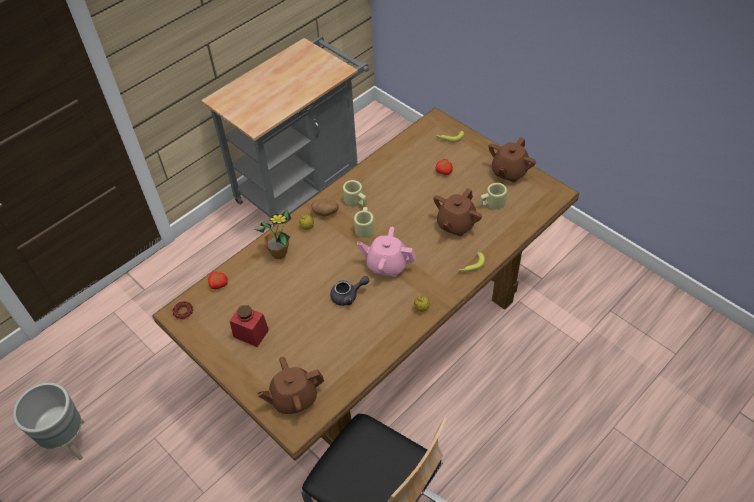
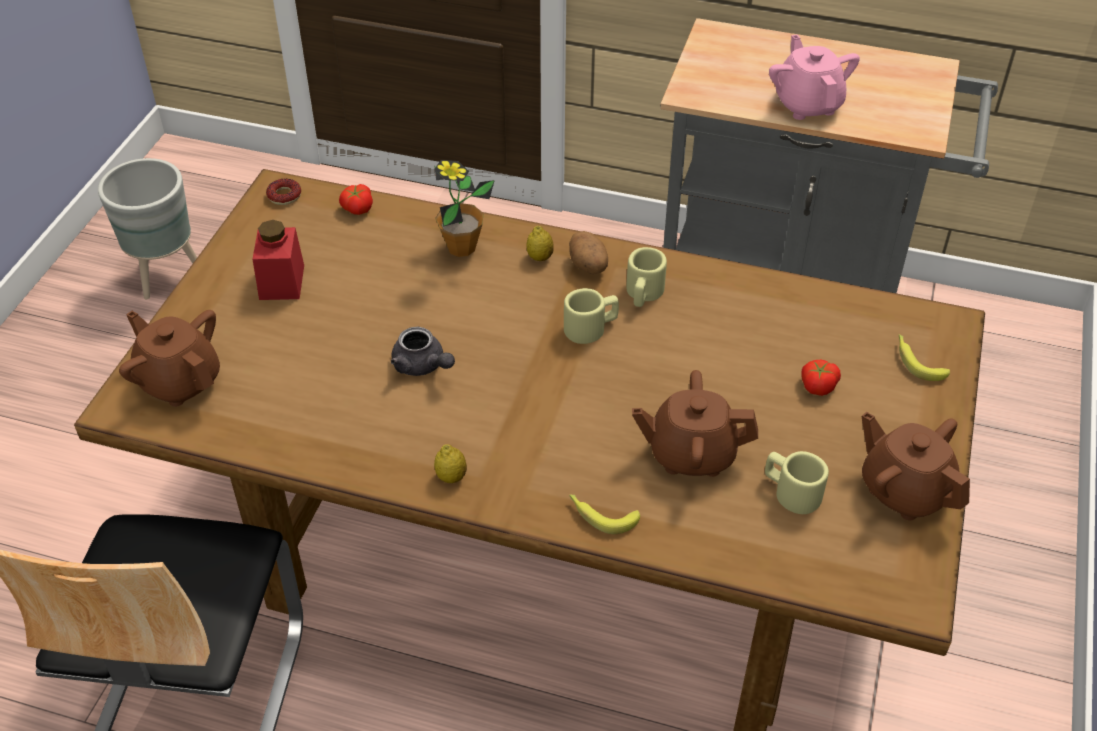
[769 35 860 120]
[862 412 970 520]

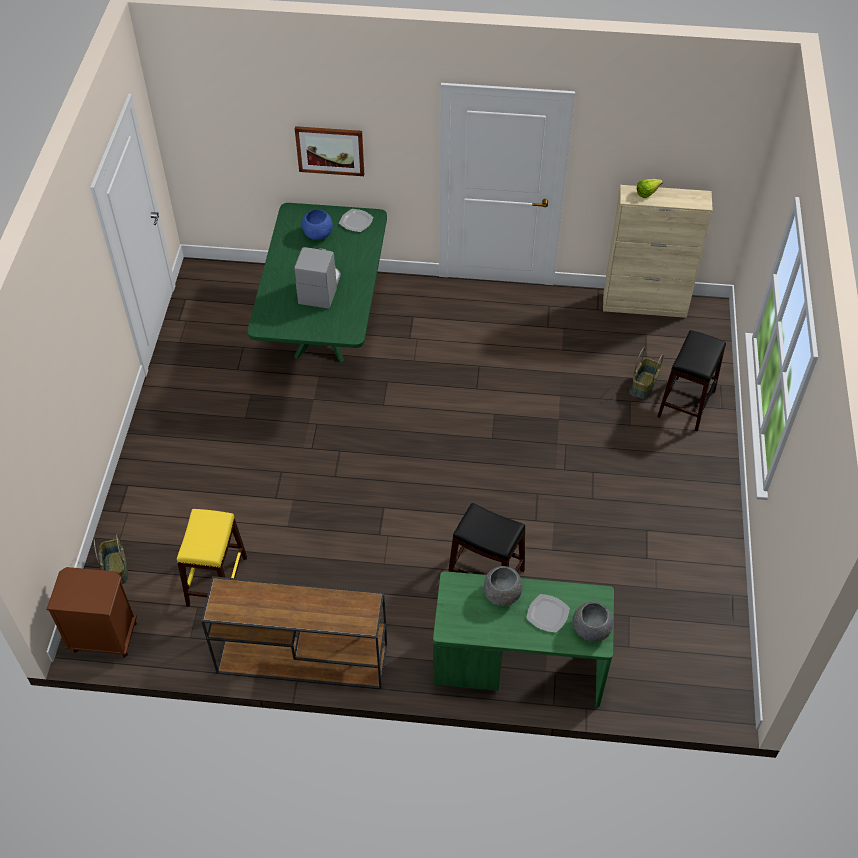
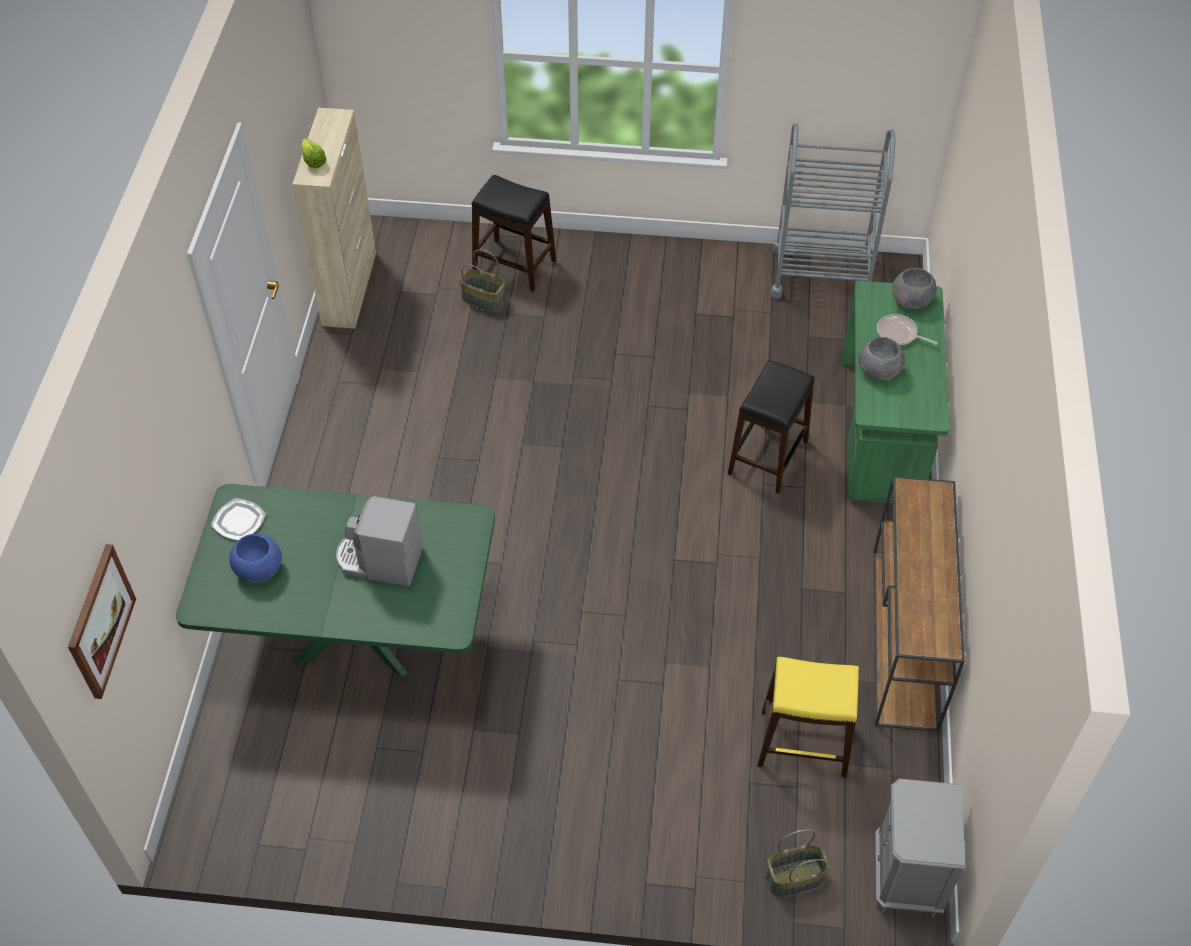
[68 544 136 699]
[770 123 895 299]
[875 779 965 918]
[877 314 938 345]

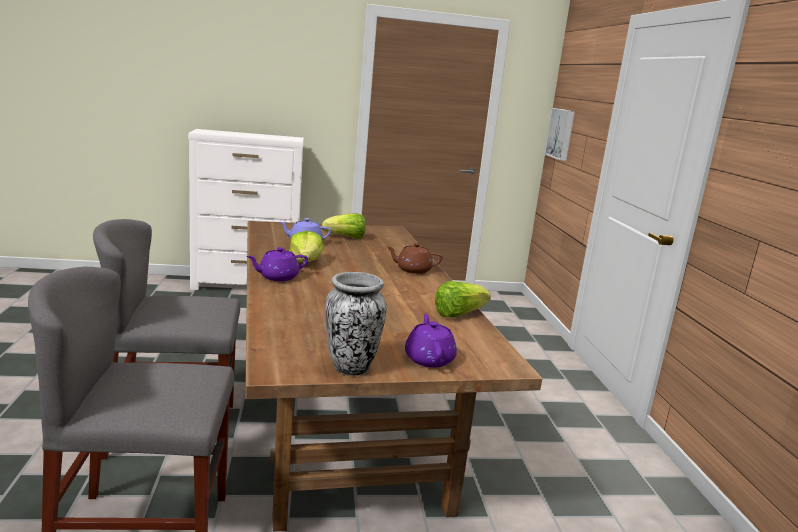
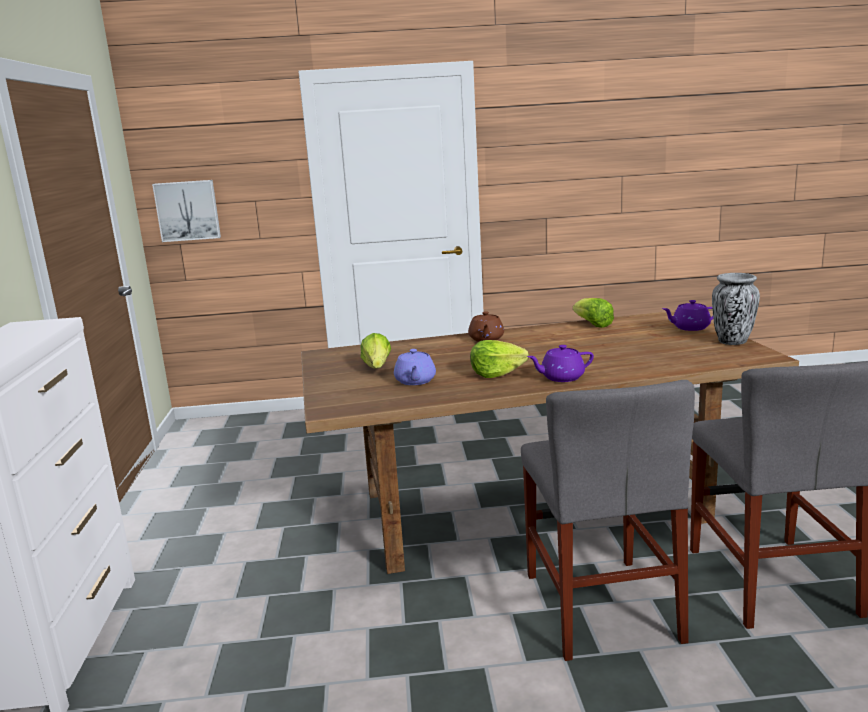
[527 345 594 382]

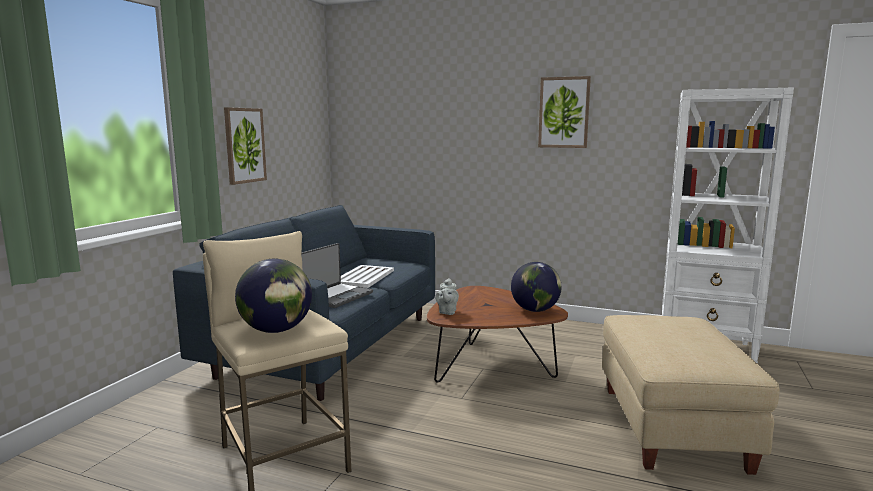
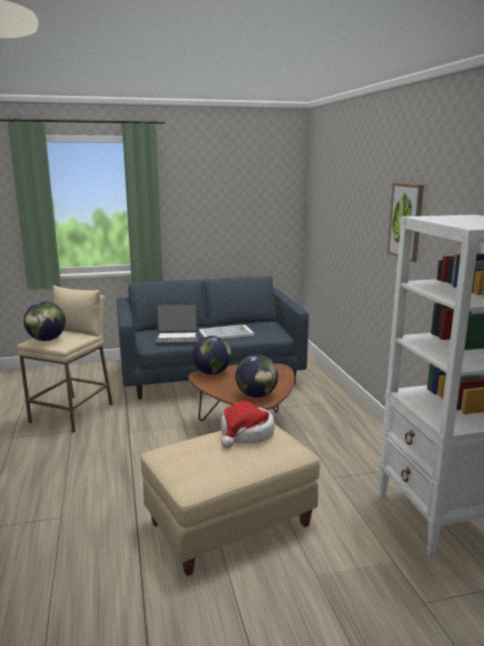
[193 336 231 375]
[221 401 275 449]
[224 107 267 185] (first image)

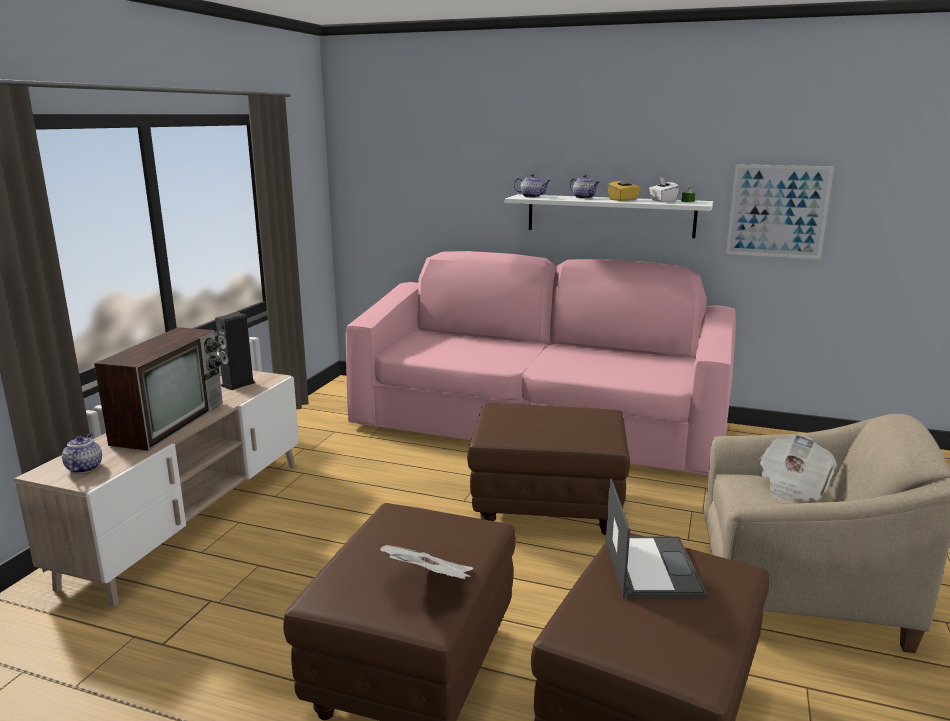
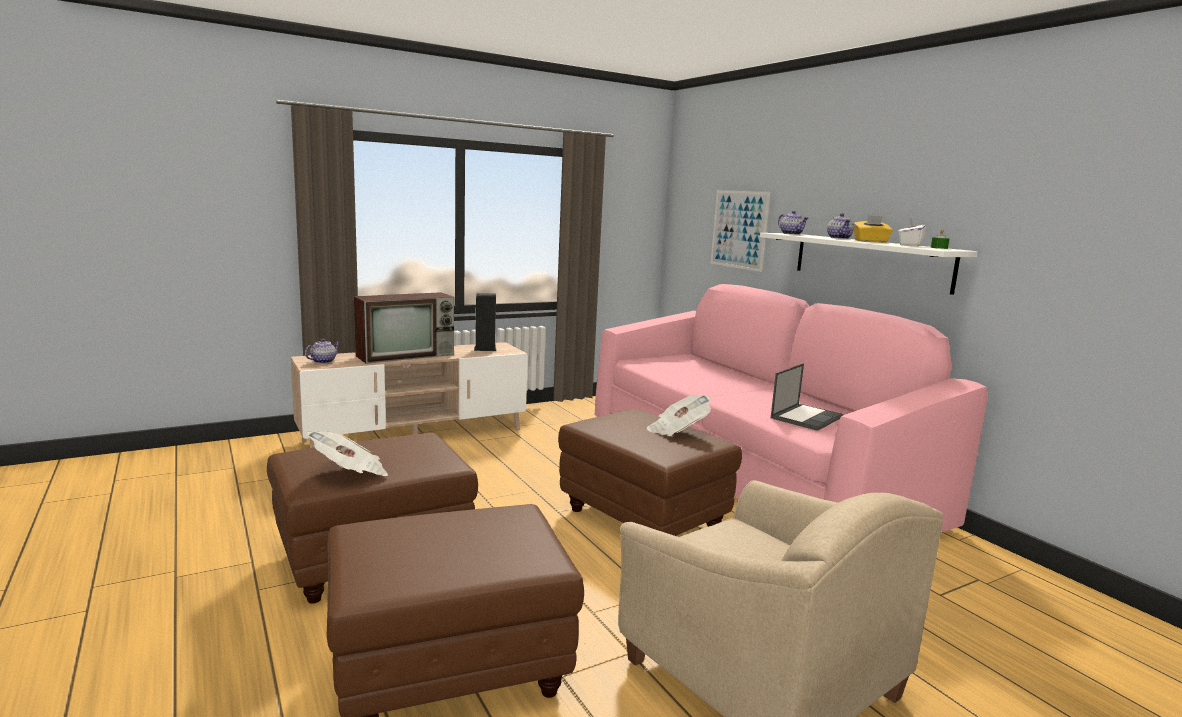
[647 395 711 436]
[711 190 770 272]
[771 364 844 431]

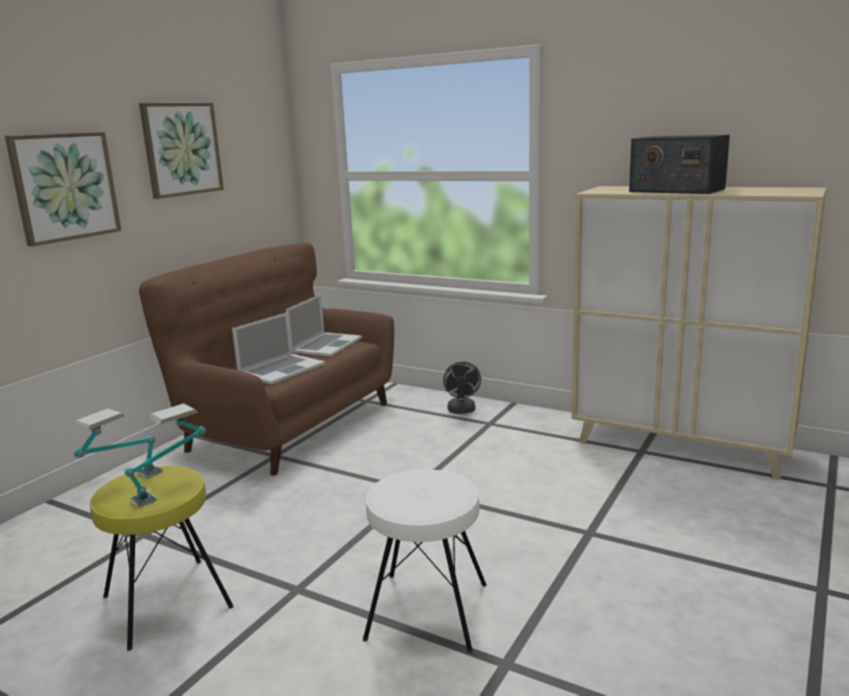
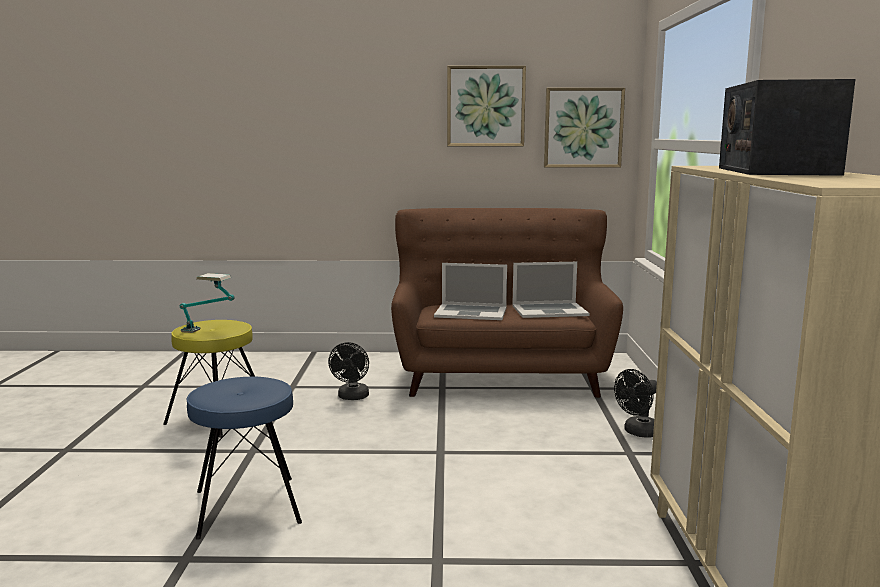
[186 377 302 540]
[328 342 369 400]
[544 88 625 168]
[74 408 163 479] (first image)

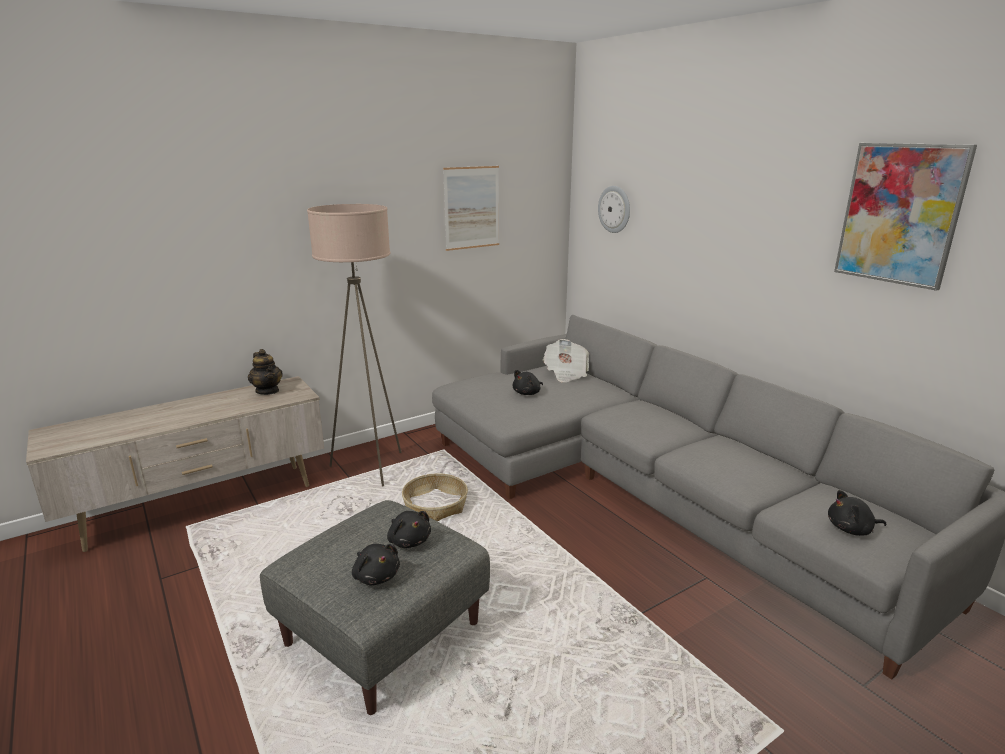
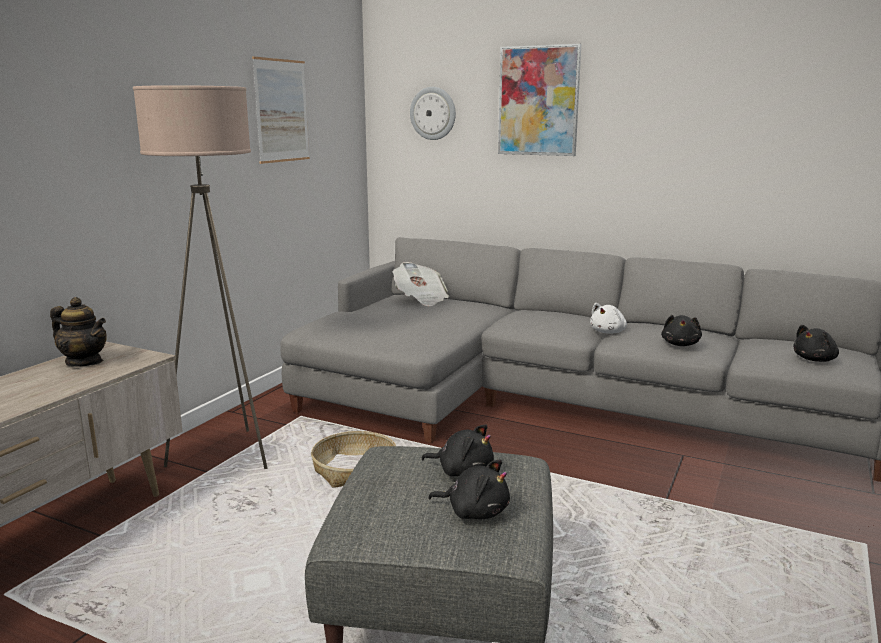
[498 44 581 156]
[590 303 627 334]
[661 315 702 346]

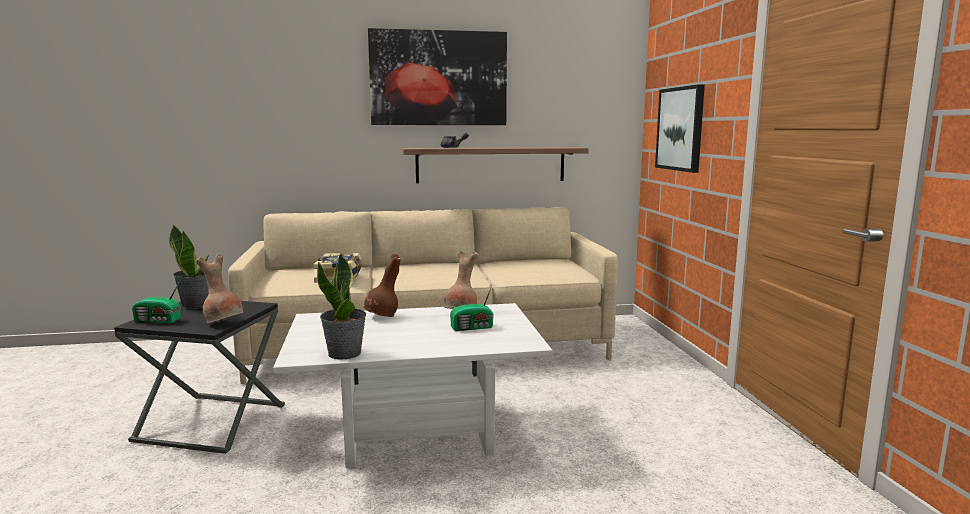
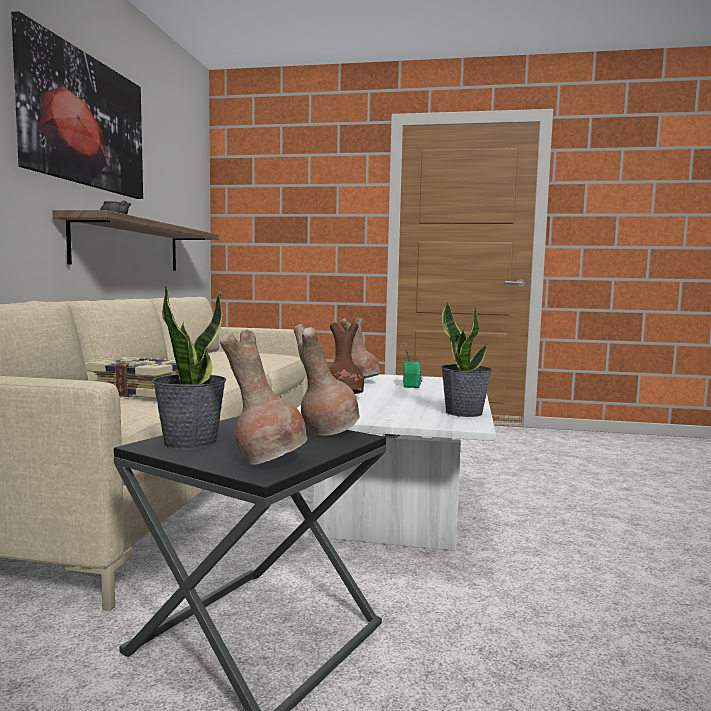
[220 329 308 465]
[655 84 705 173] (first image)

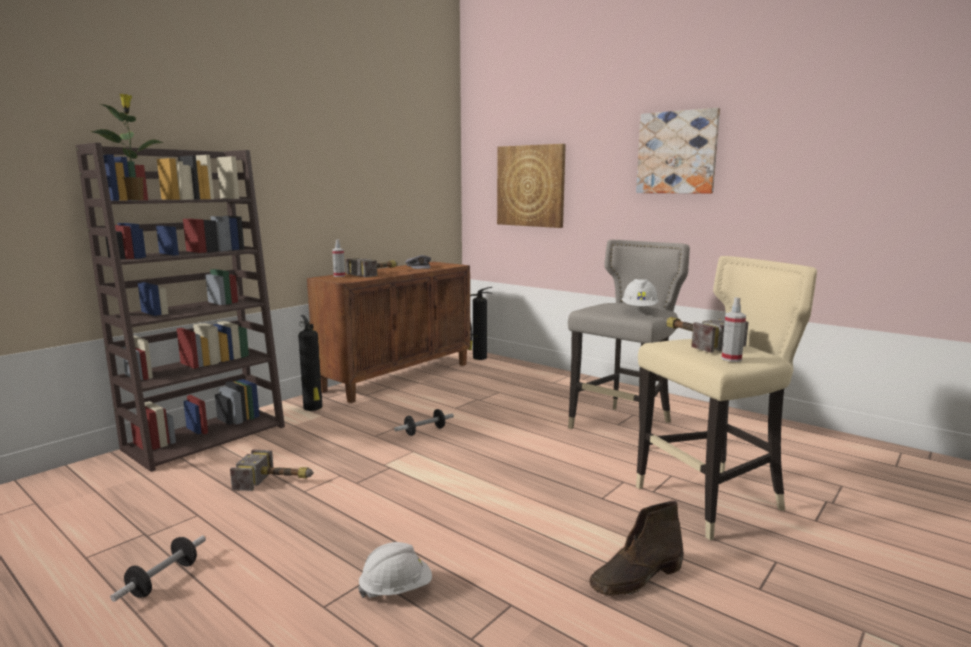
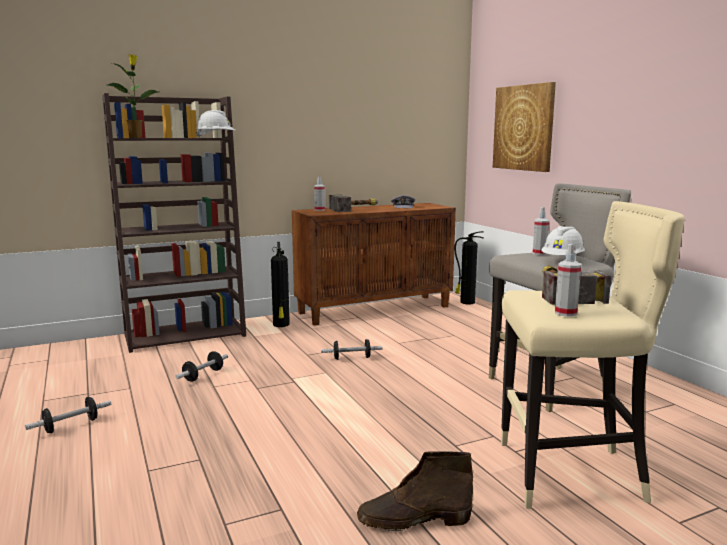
[175 351 228 382]
[196 110 235 138]
[532 207 549 255]
[636 108 720 194] (first image)

